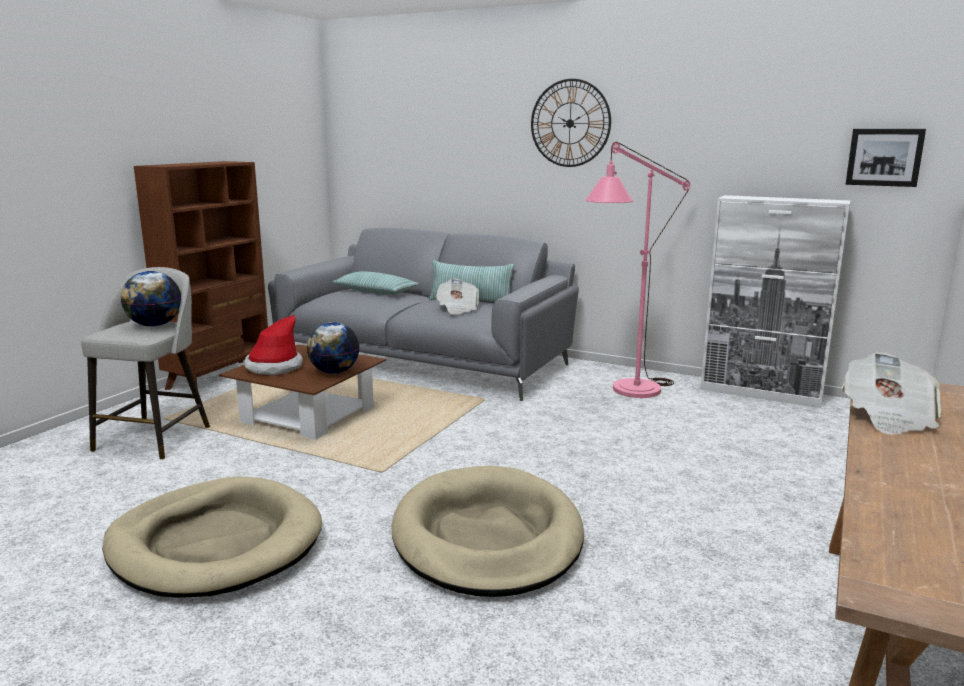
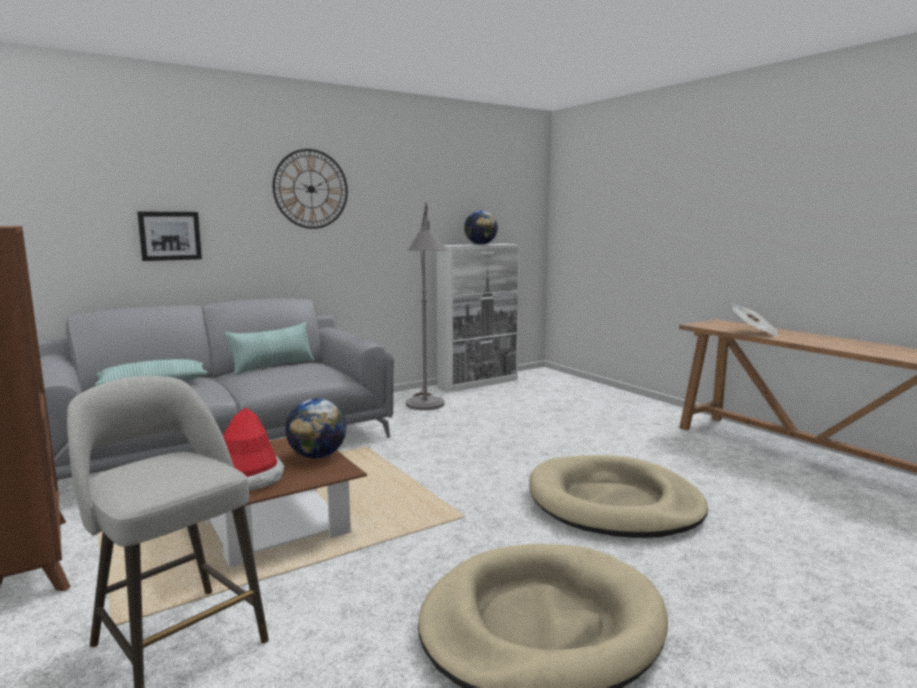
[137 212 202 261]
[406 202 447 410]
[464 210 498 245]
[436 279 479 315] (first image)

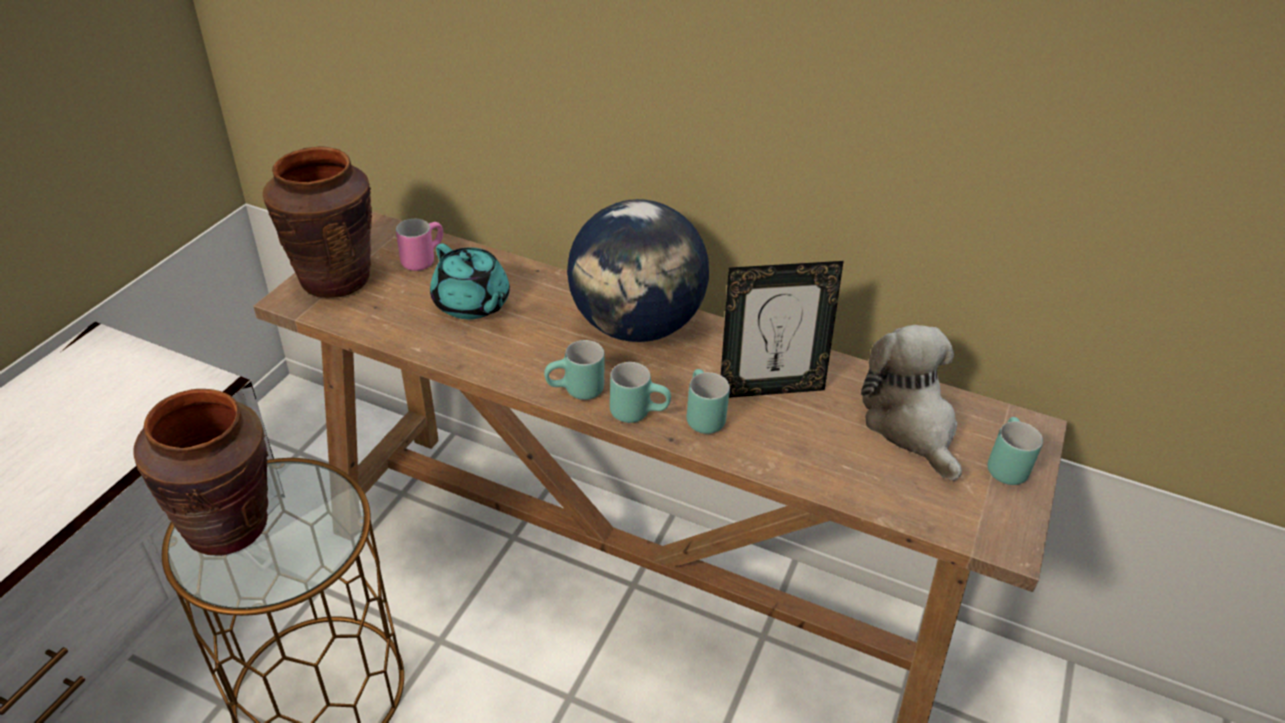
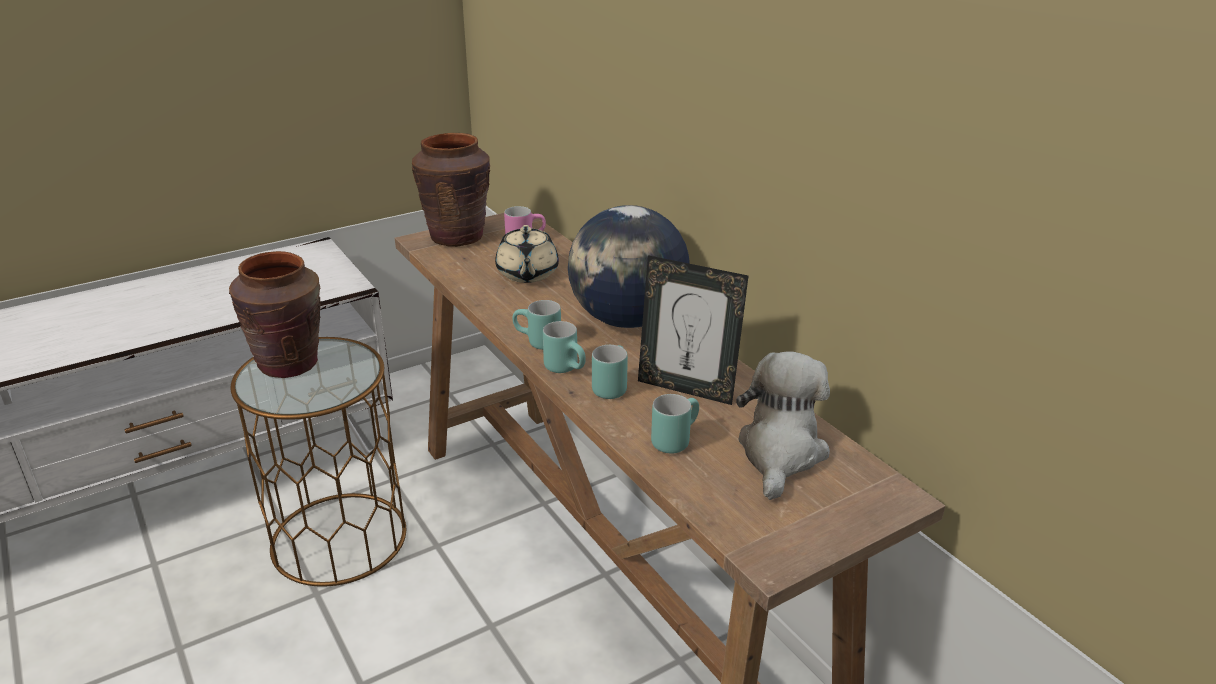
[495 225 559 283]
[651 394 699 454]

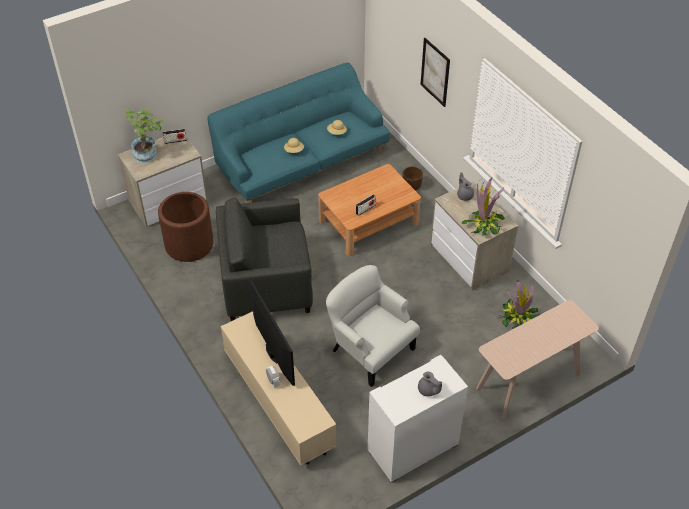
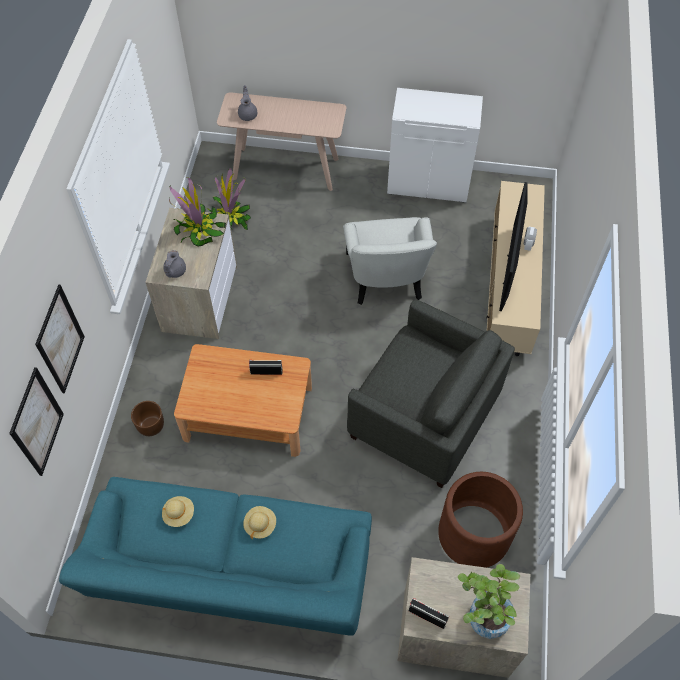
[9 367 64 476]
[238 85 257 121]

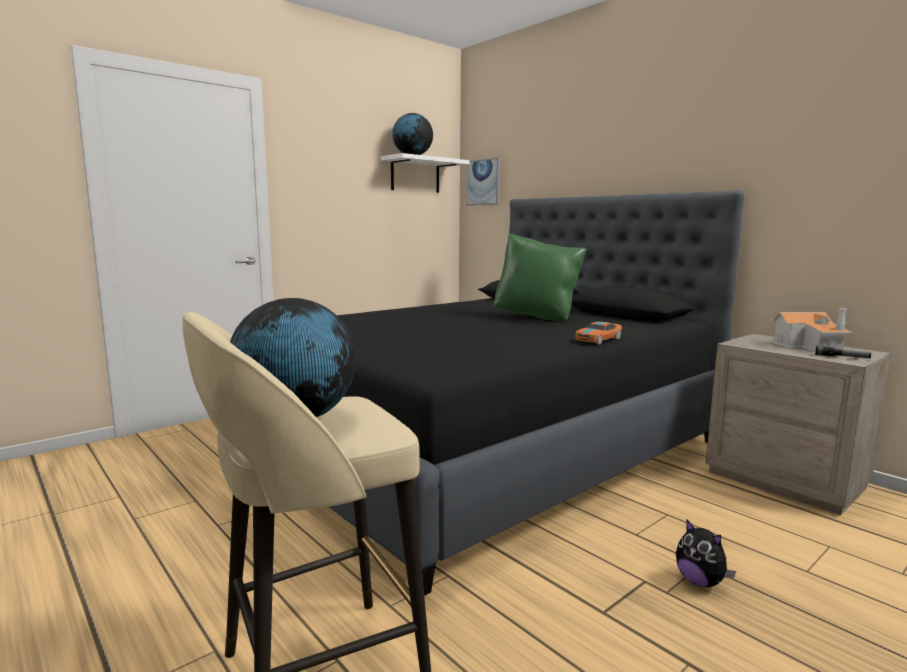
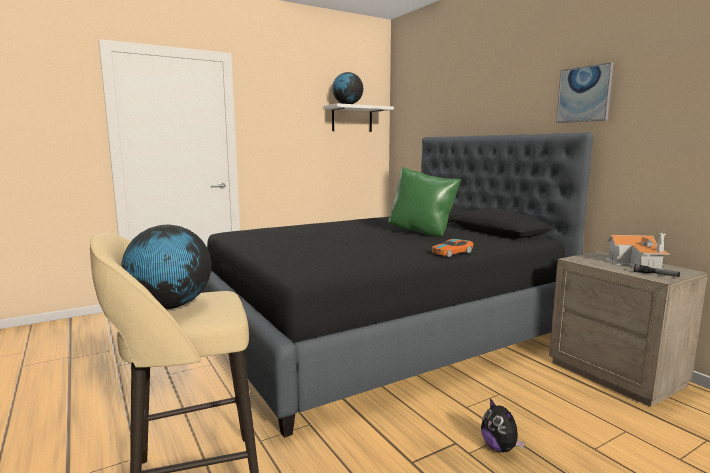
[556 62 613 123]

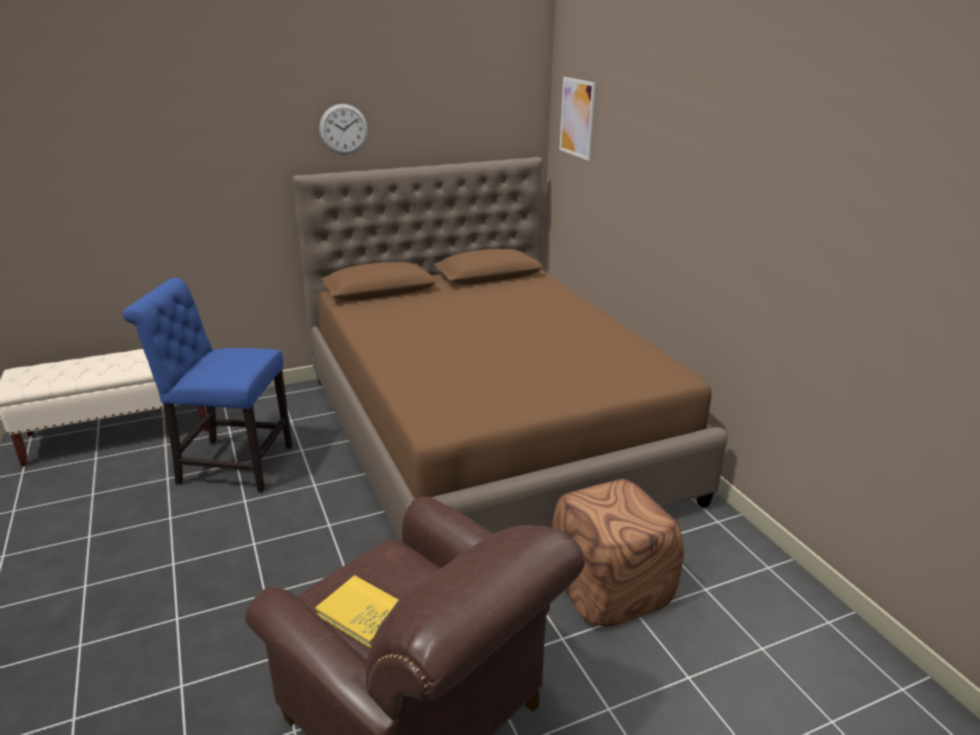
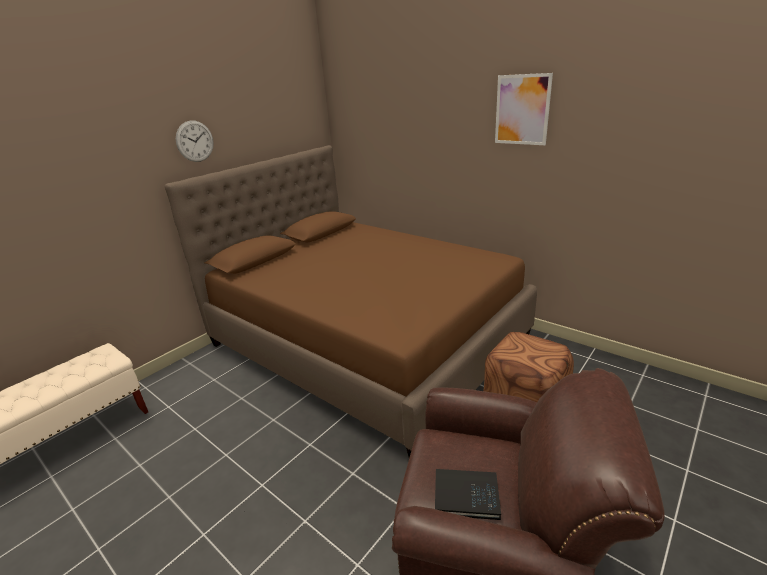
[435 469 501 520]
[495 73 553 145]
[123 278 293 492] (first image)

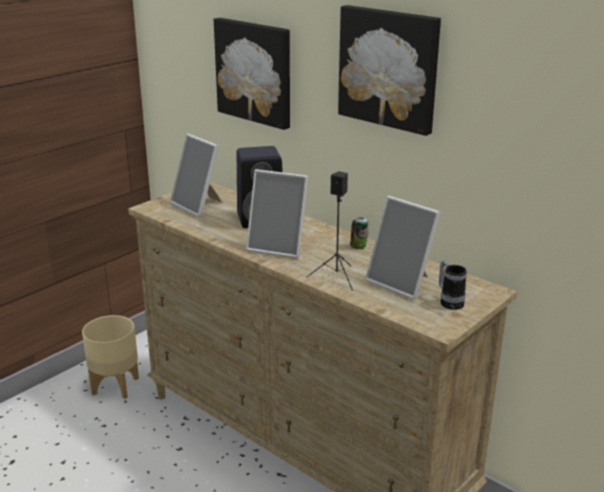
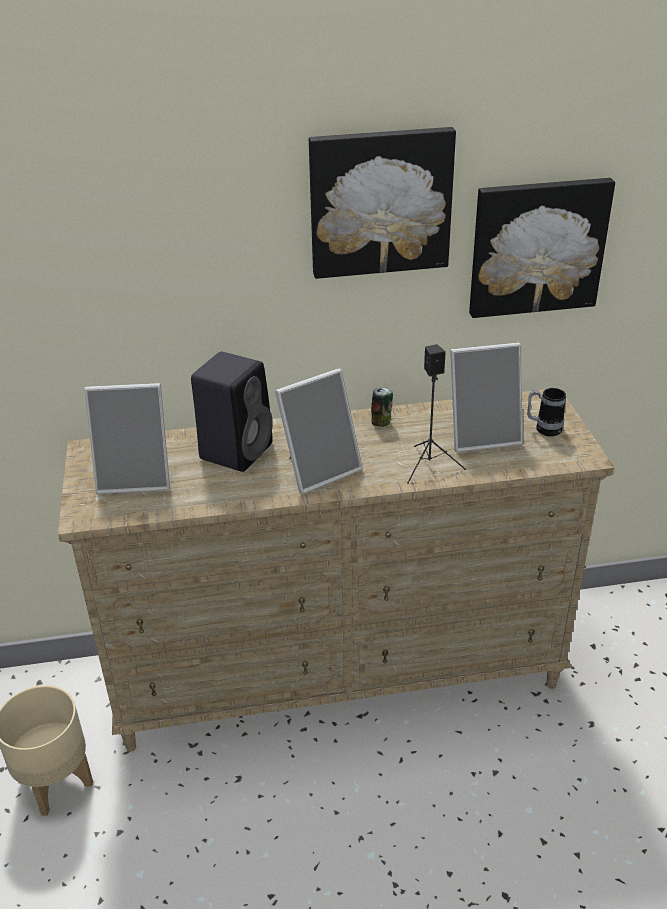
[469 178 615 318]

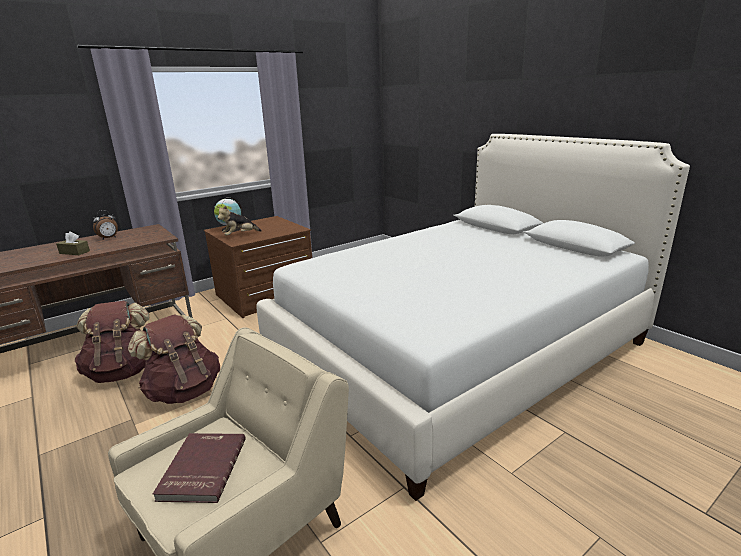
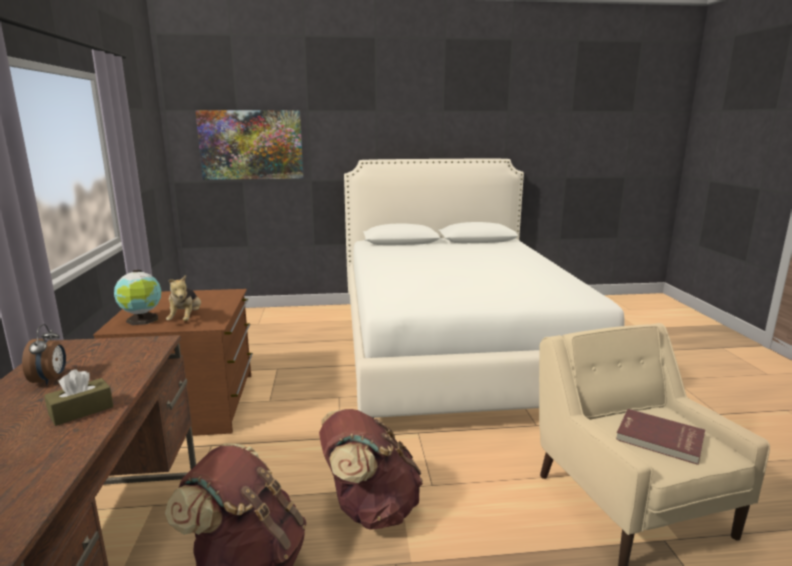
[195 110 304 180]

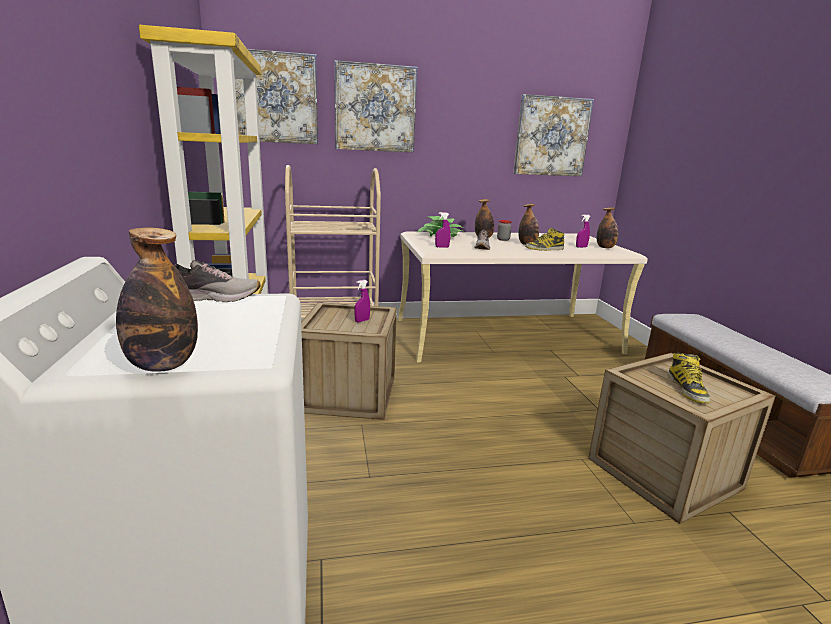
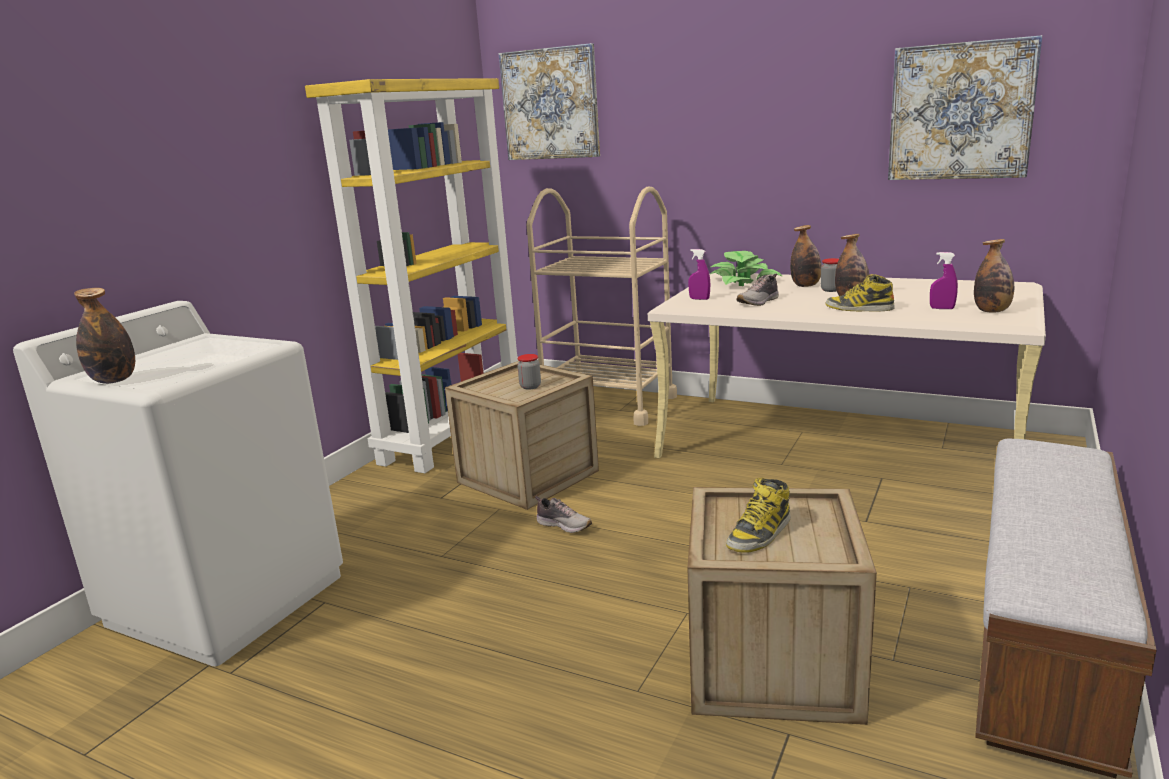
[517 354 541 390]
[535 496 592 533]
[334 60 417 152] (first image)

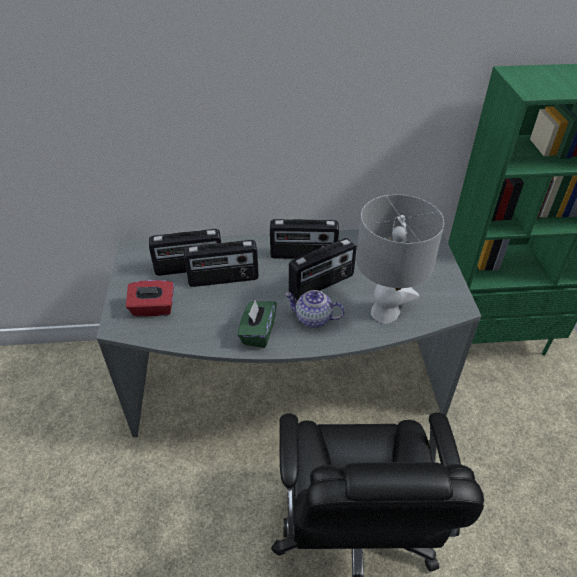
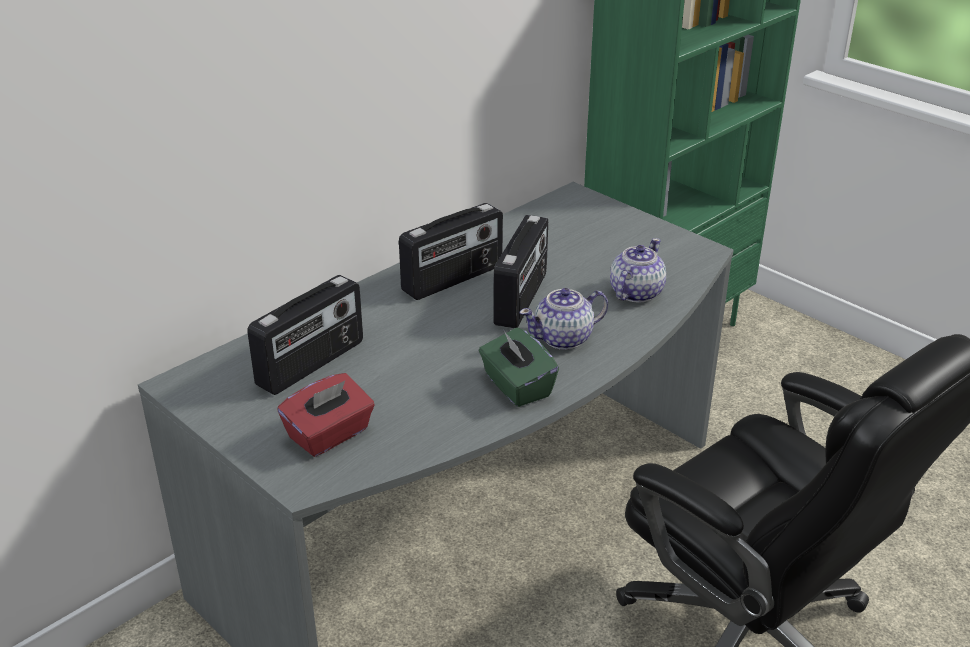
[610 238 666 303]
[184 240 259 287] (first image)

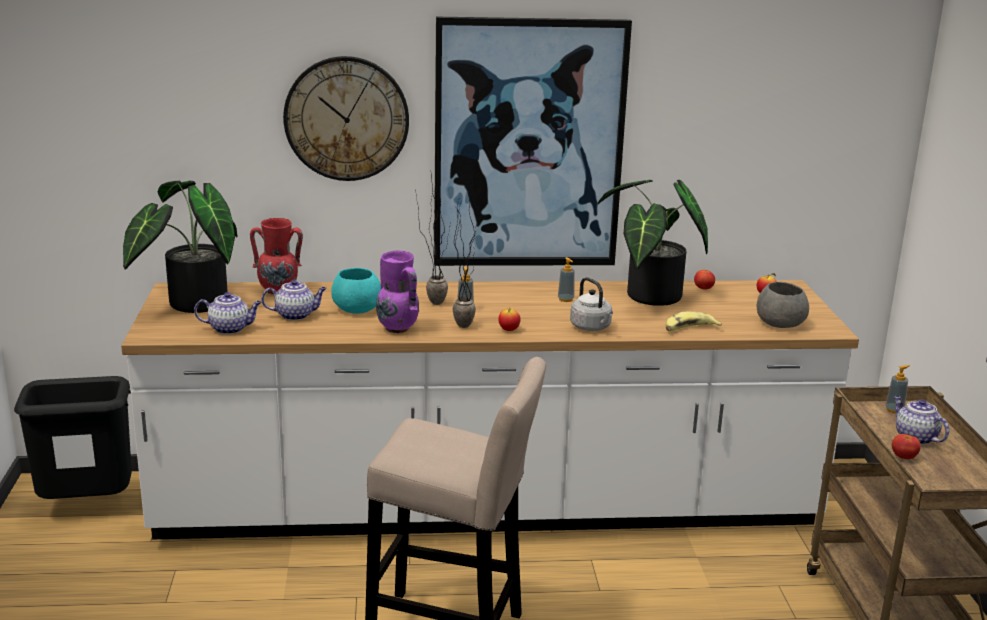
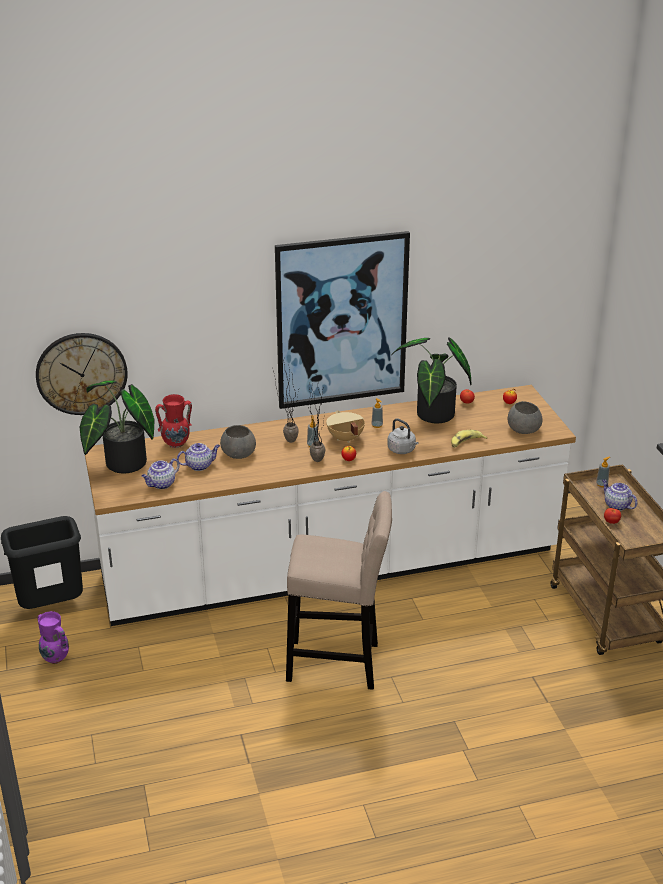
[36 333 128 415]
[38 611 69 664]
[142 459 180 489]
[220 425 256 459]
[326 410 365 443]

